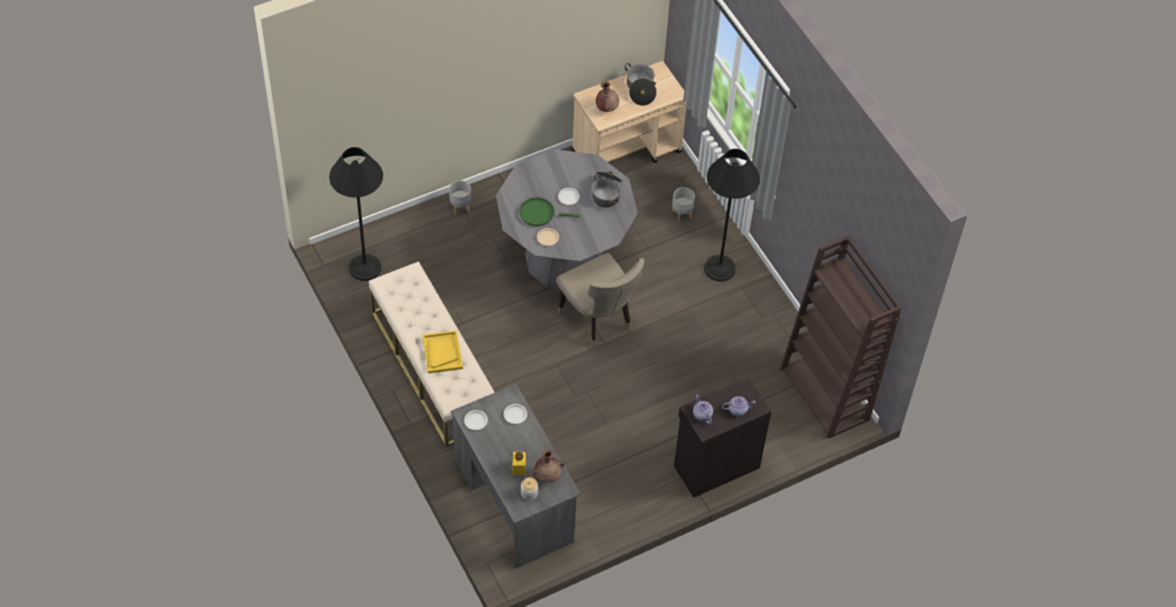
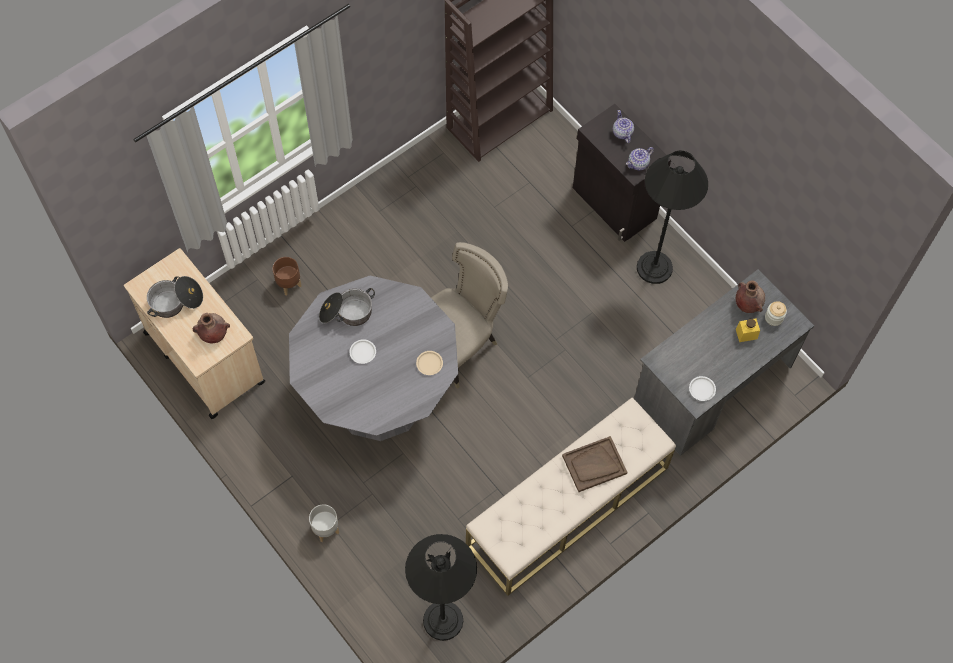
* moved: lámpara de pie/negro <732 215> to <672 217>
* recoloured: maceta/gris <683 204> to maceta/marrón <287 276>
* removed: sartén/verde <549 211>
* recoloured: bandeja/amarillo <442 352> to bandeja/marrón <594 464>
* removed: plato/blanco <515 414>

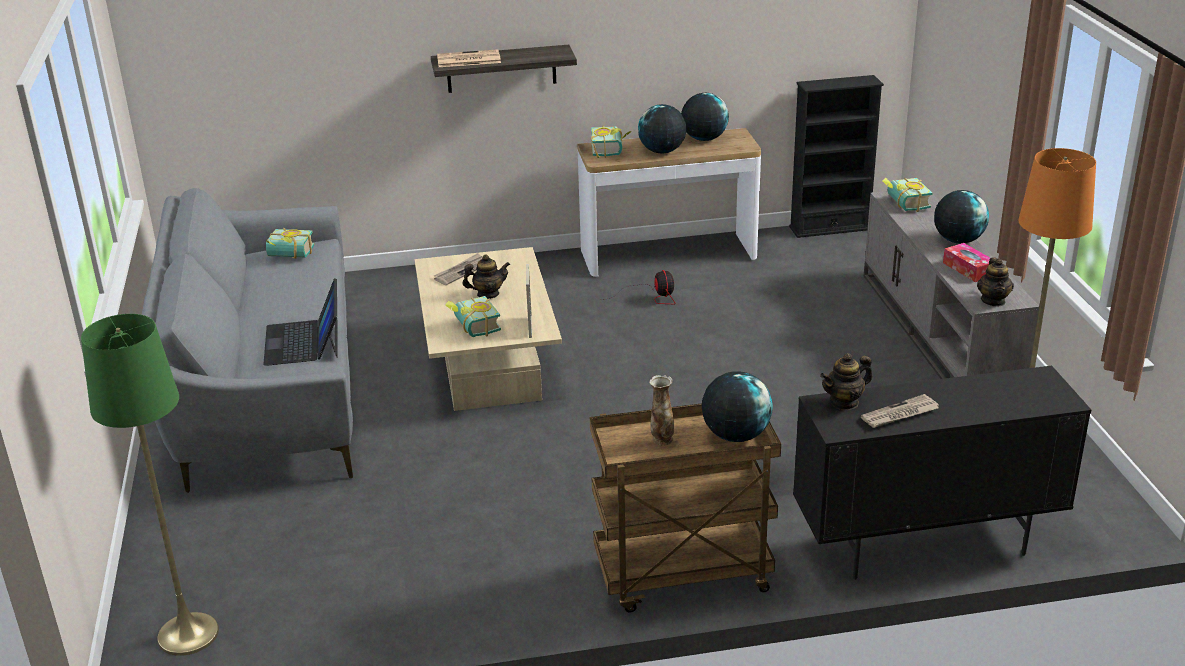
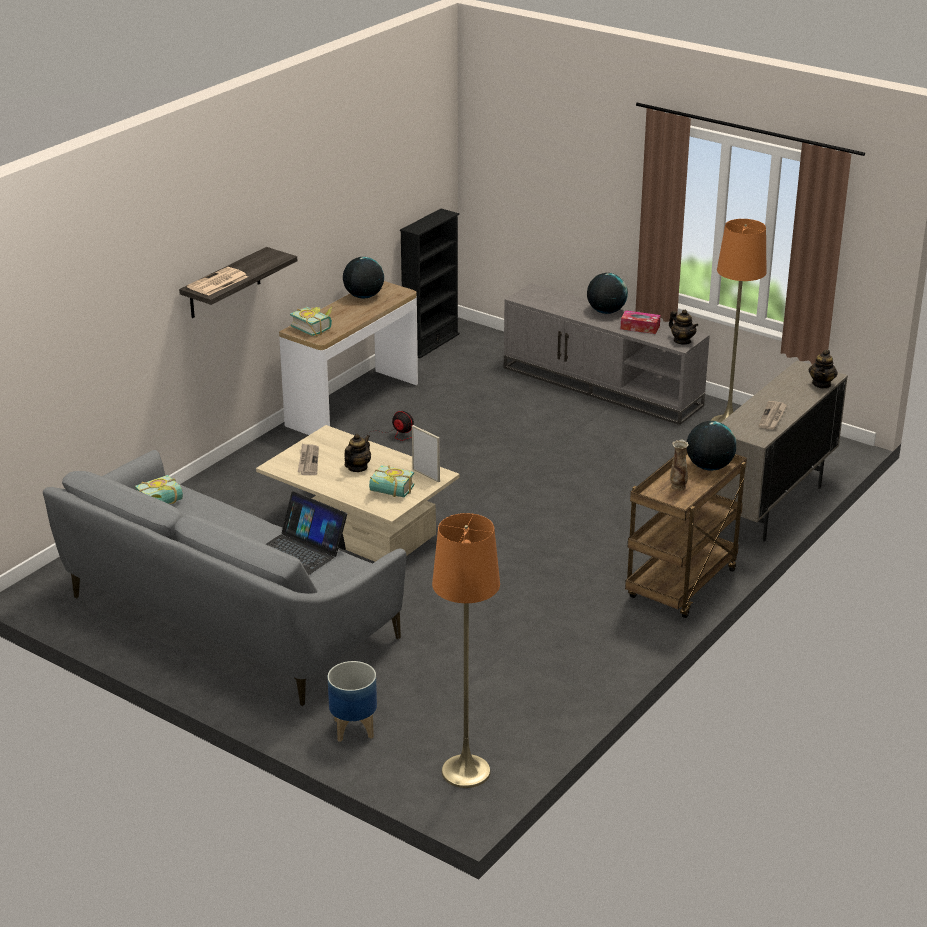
* removed: globo terráqueo <662 128>
* removed: libro <907 195>
* recoloured: lámpara de pie/verde <150 485> to lámpara de pie/naranja <466 650>
* moved: tetera <846 381> to <823 369>
* recoloured: armario/negro <942 473> to armario/beis <782 451>
* added: maceta <352 701>

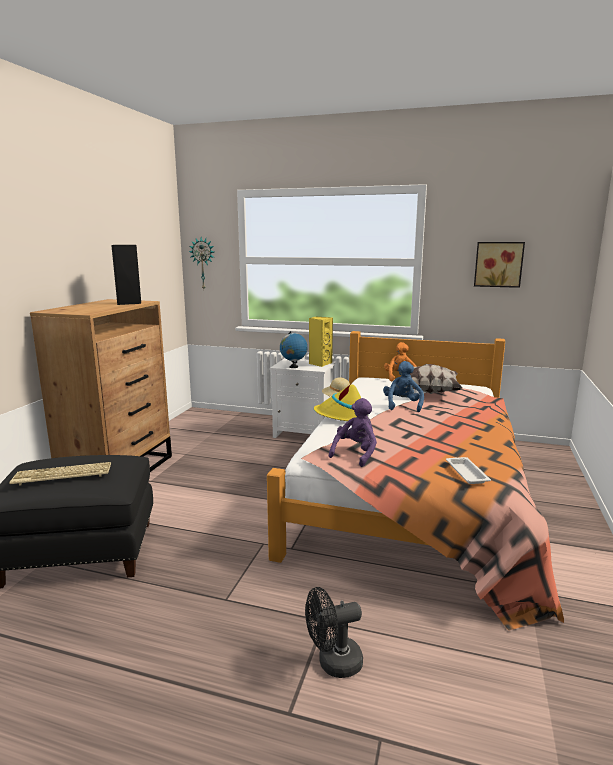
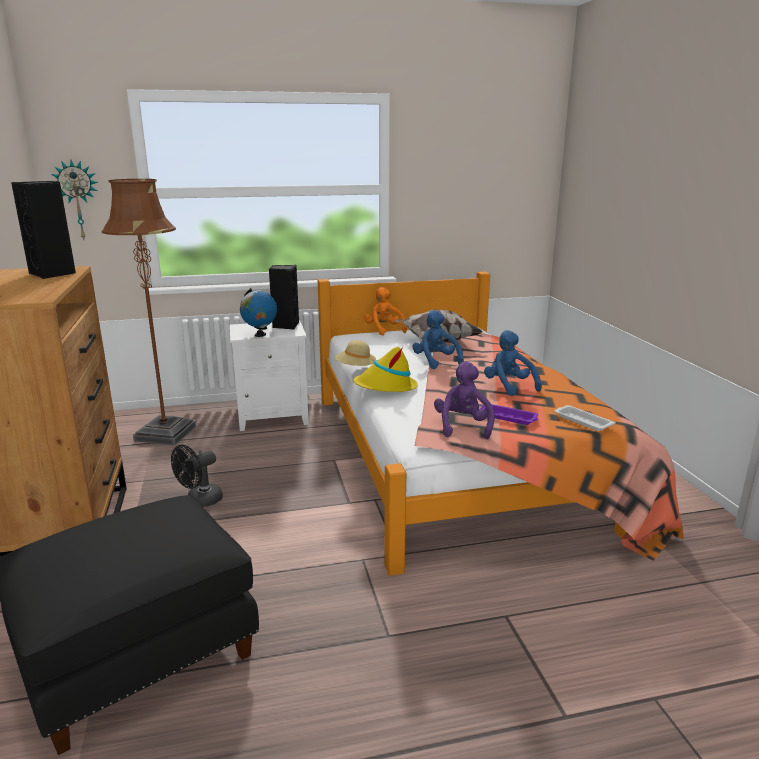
* removed: cuadro <499 265>
* recoloured: altavoz/amarillo <321 342> to altavoz/negro <284 297>
* removed: teclado <60 474>
* moved: ventilador/negro <334 632> to <197 476>
* added: lámpara de pie/marrón <149 312>
* added: peluche/azul <513 363>
* added: bandeja/morado <509 414>

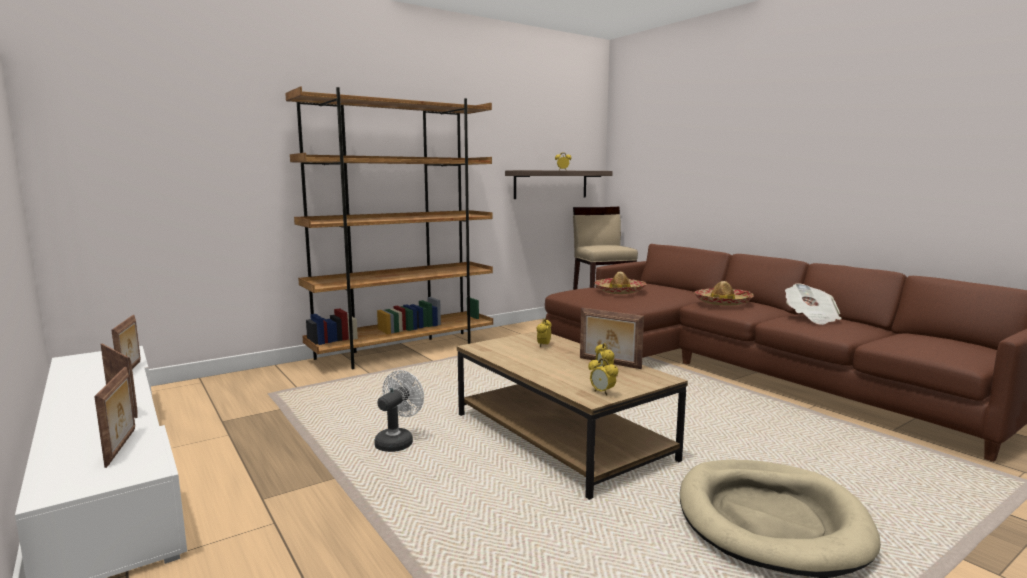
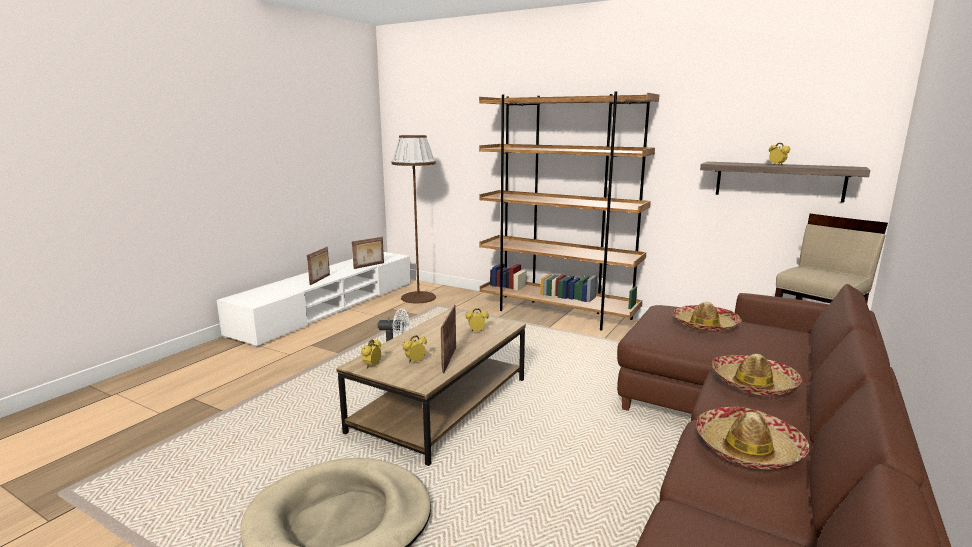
* replaced: periódico <813 304> to sombrero <752 438>
* removed: portarretratos <114 417>
* added: lámpara de pie/marrón <414 219>

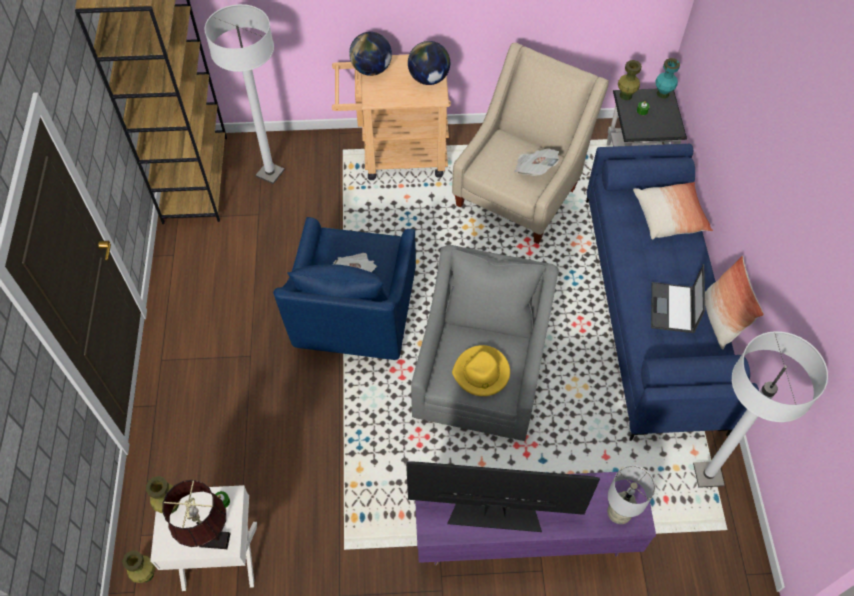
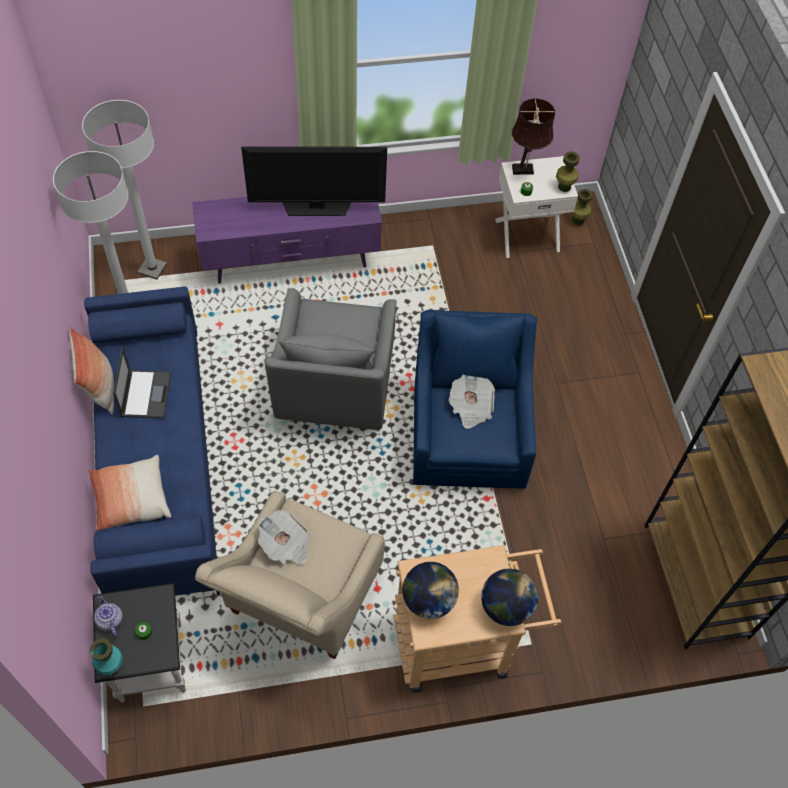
* moved: lámpara de pie/blanco <244 94> to <124 190>
* removed: florero/verde <630 80>
* removed: sombrero/amarillo <481 370>
* removed: lámpara de mesa/gris <631 494>
* added: tetera <108 615>

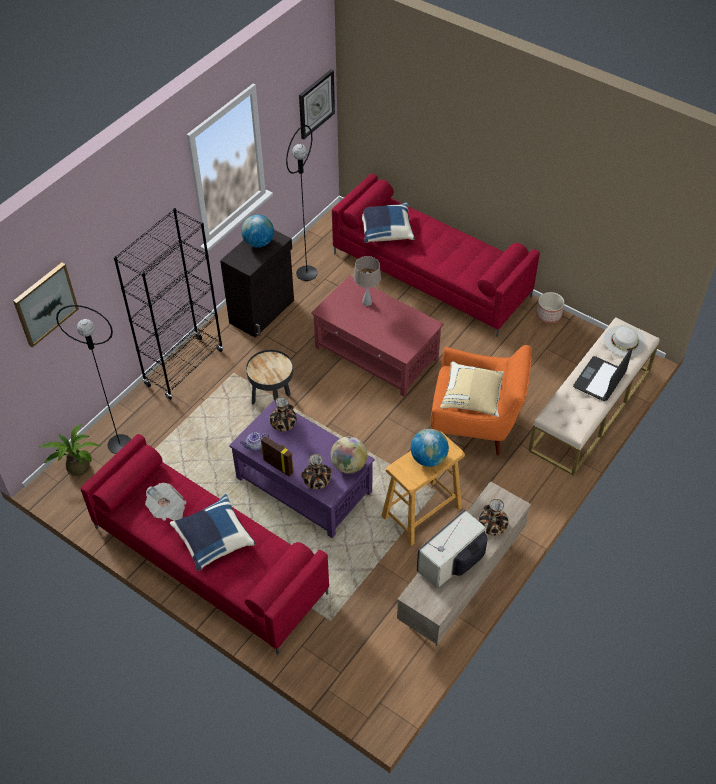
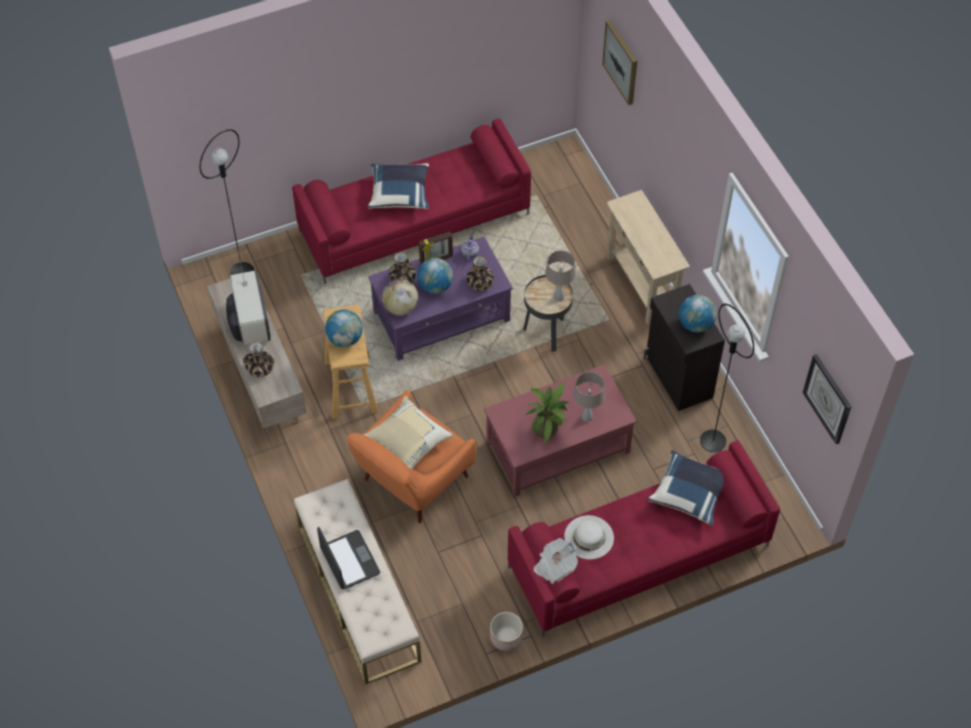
* replaced: estantería/negro <168 304> to mesa consola/beis <648 257>
* moved: lámpara de pie/negro <93 379> to <226 202>
* moved: sombrero/blanco <625 341> to <589 537>
* moved: planta en maceta <71 450> to <547 413>
* moved: periódico <165 502> to <556 561>
* added: lámpara de mesa/beis <560 275>
* added: globo terráqueo <435 276>

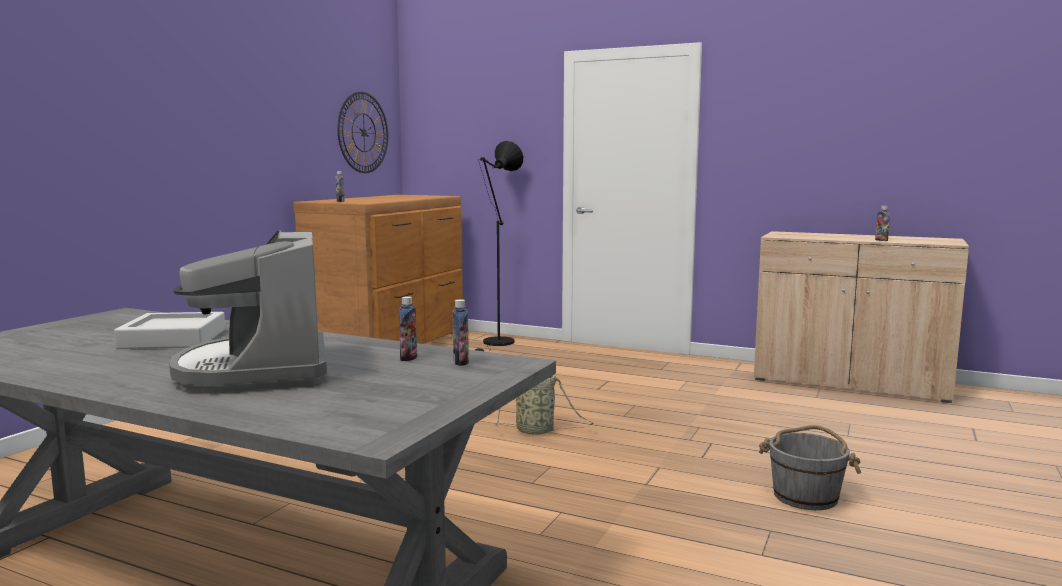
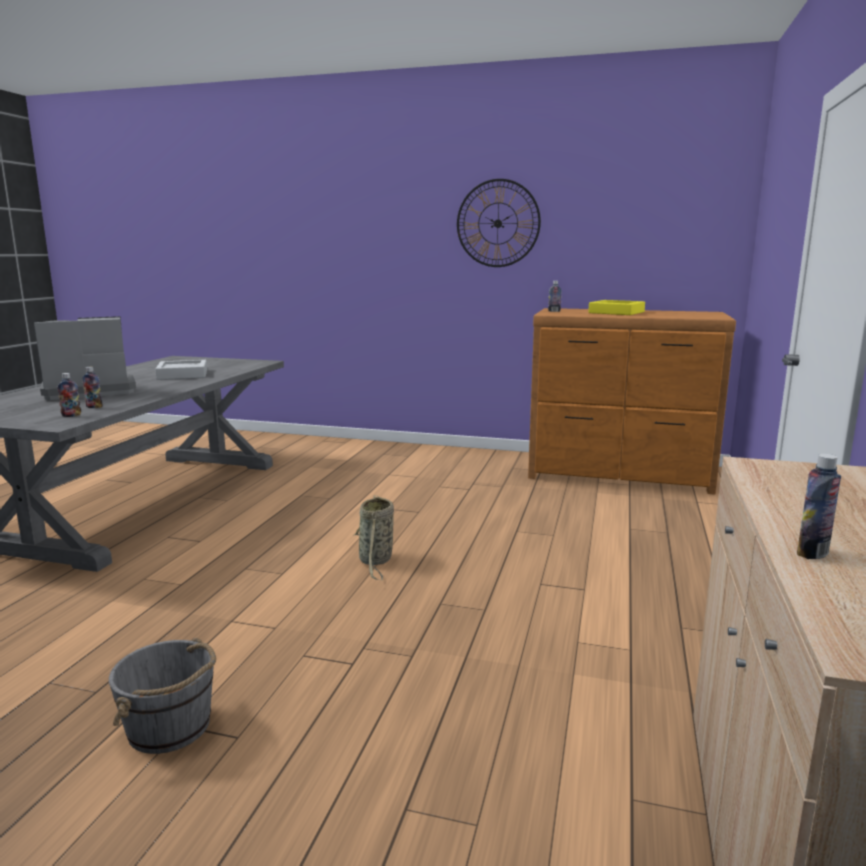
* moved: reloj de pared <363 132> to <499 223>
* removed: lámpara de pie/negro <499 246>
* added: bandeja/amarillo <616 307>

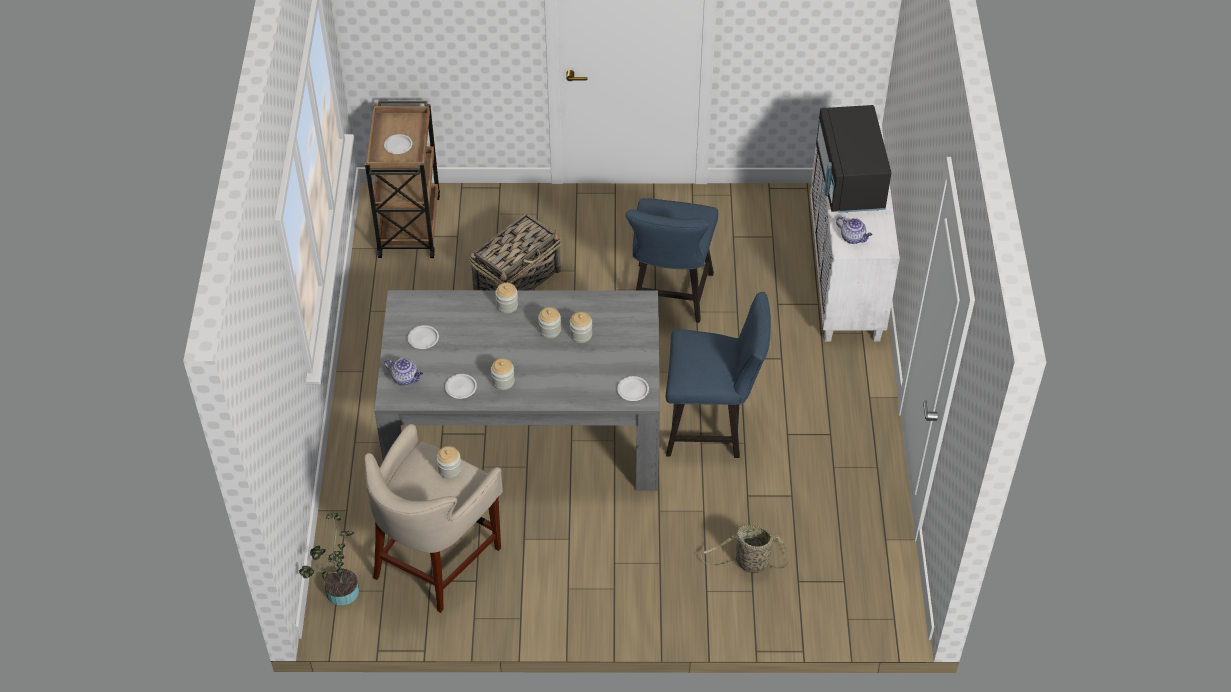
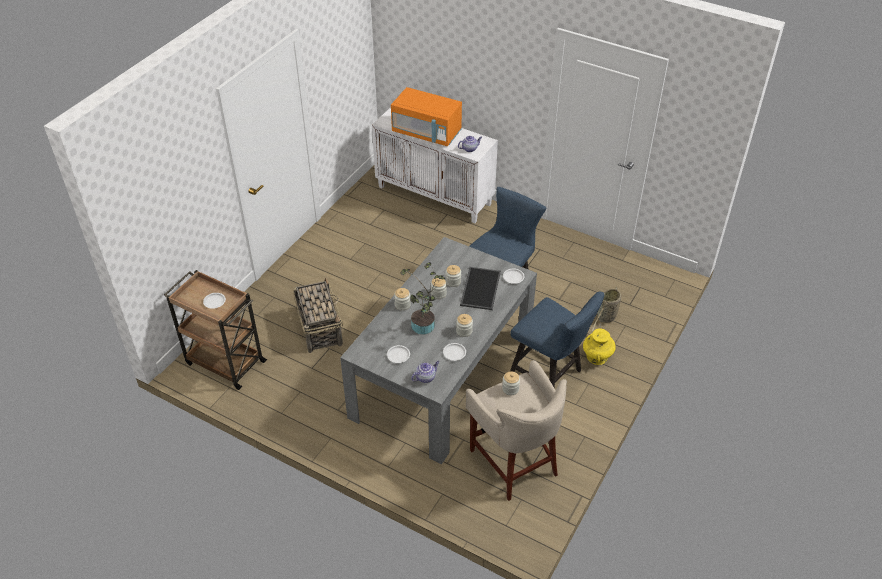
* recoloured: microondas/negro <853 159> to microondas/naranja <426 116>
* moved: silla/azul <672 260> to <557 339>
* moved: planta en maceta <329 559> to <422 298>
* added: bandeja <480 288>
* added: florero/amarillo <599 346>

